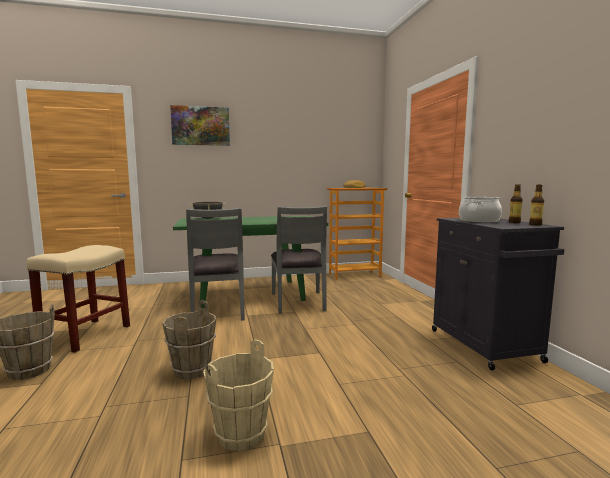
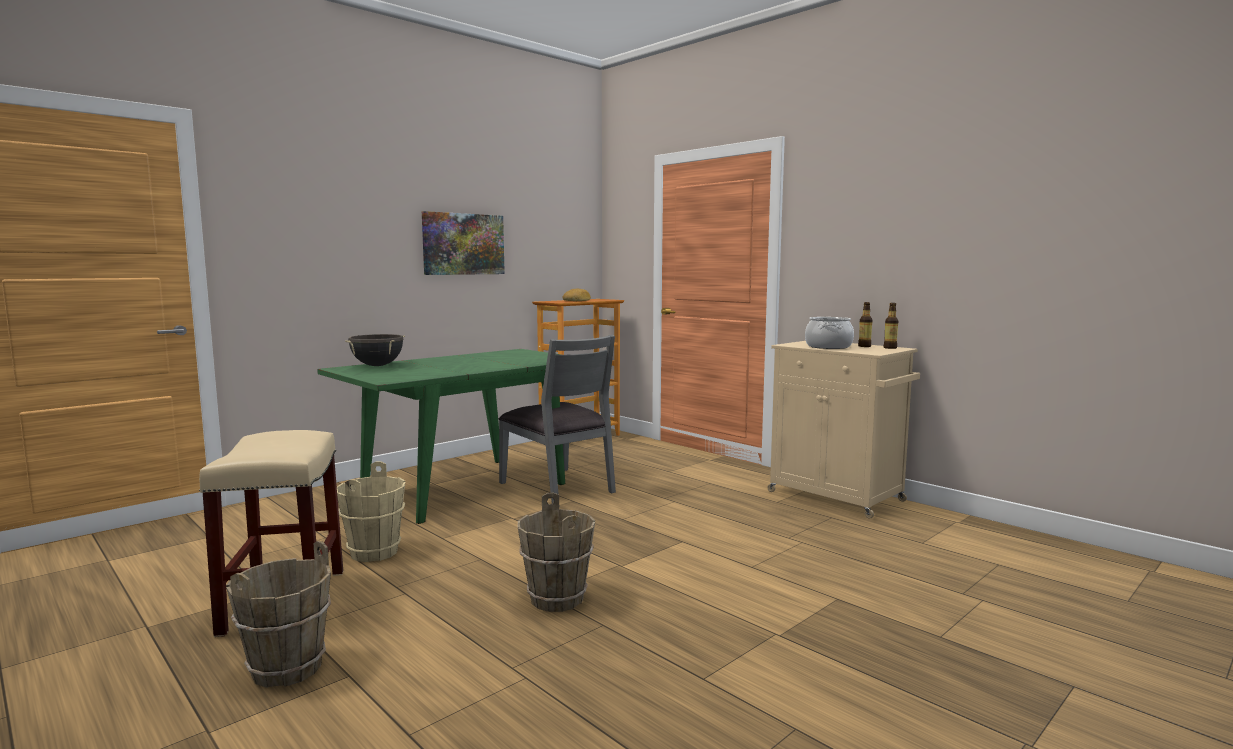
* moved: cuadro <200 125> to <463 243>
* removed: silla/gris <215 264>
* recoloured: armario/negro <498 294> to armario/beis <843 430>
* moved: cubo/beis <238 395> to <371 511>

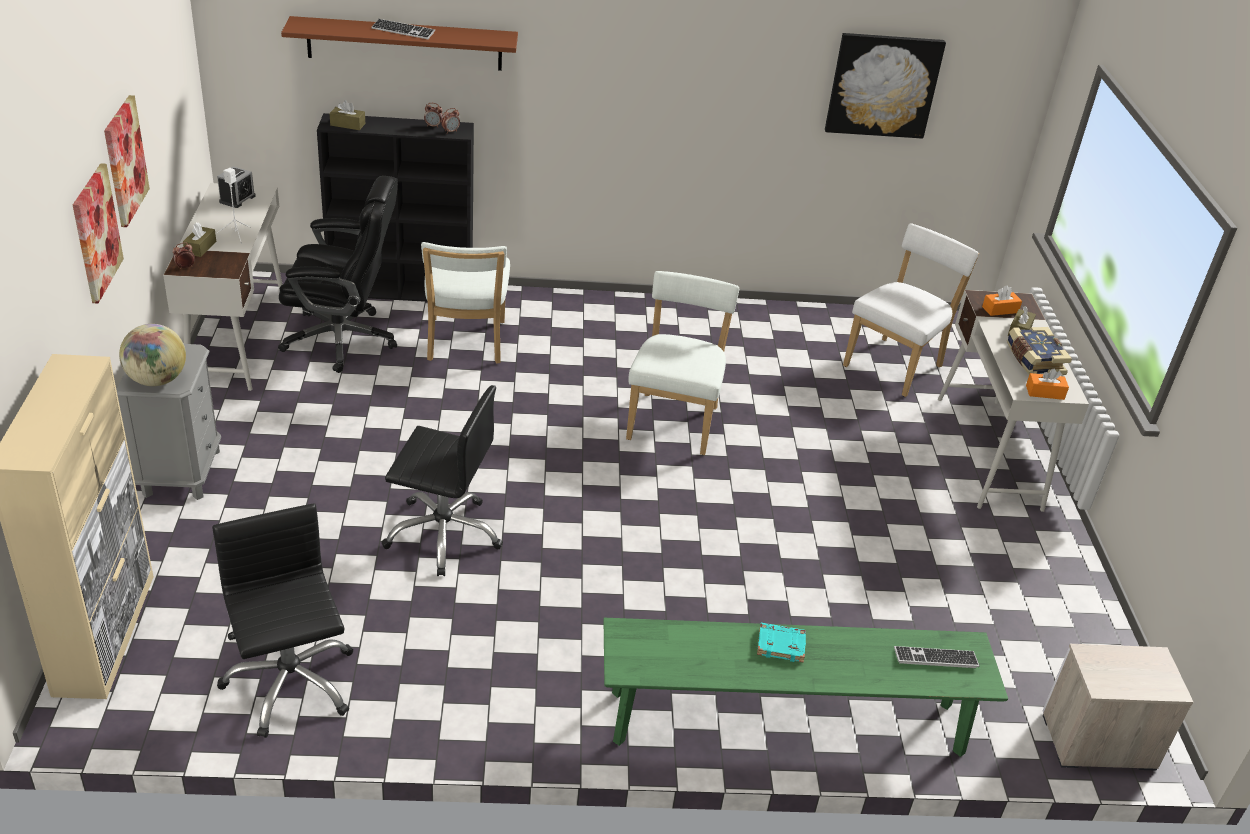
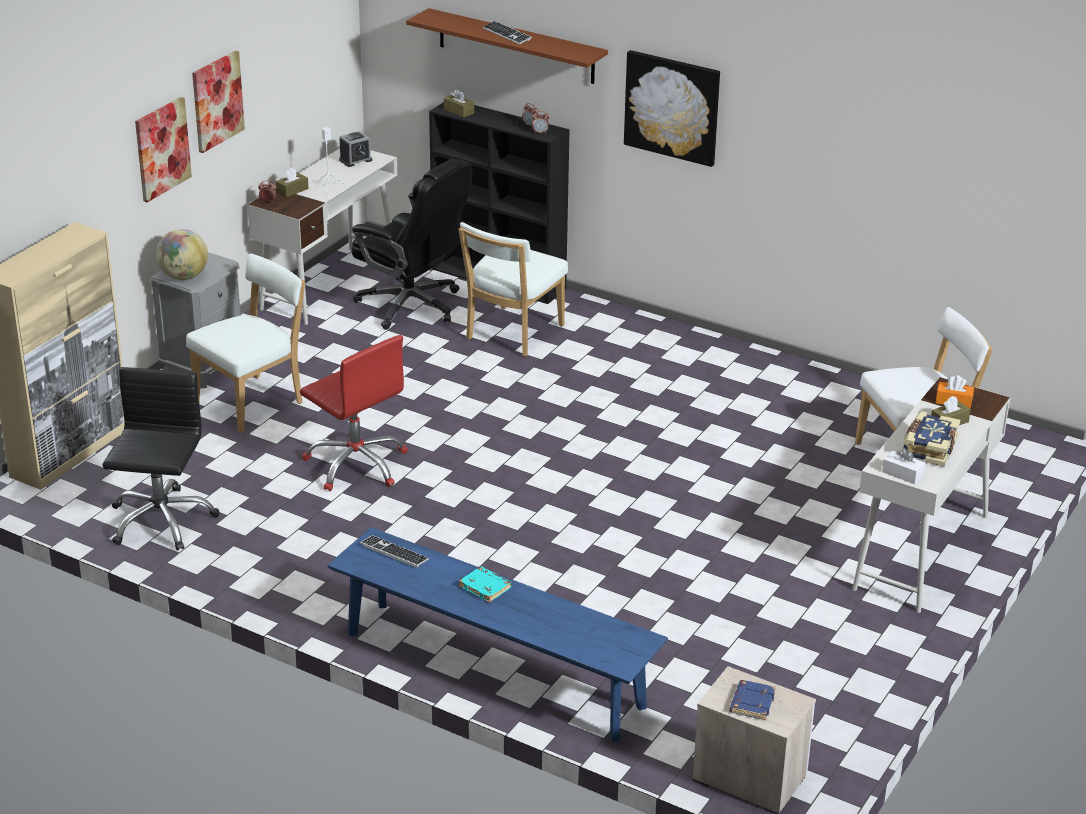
* moved: cuadro <885 86> to <672 108>
* moved: silla/blanco <682 363> to <245 343>
* recoloured: caja de pañuelos/naranja <1047 384> to caja de pañuelos/blanco <903 466>
* recoloured: silla de oficina/negro <442 480> to silla de oficina/rojo <354 413>
* recoloured: banco/verde <806 687> to banco/azul <497 634>
* moved: teclado <937 657> to <394 551>
* added: libro/azul <753 700>

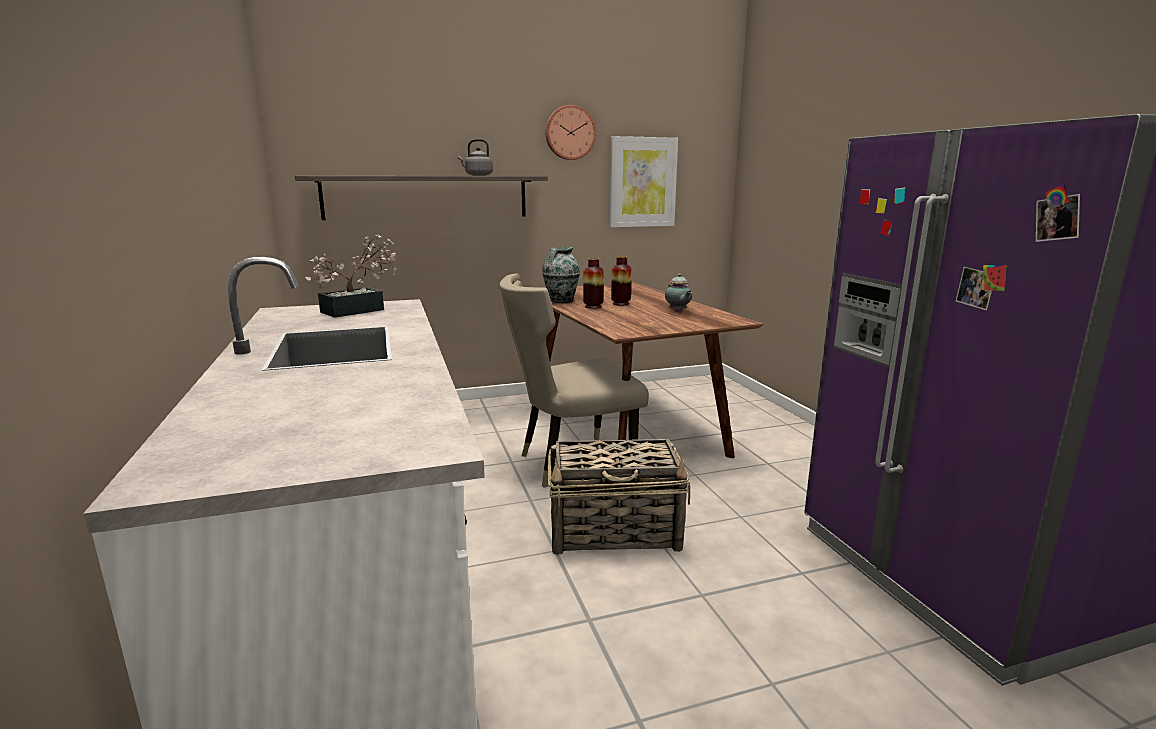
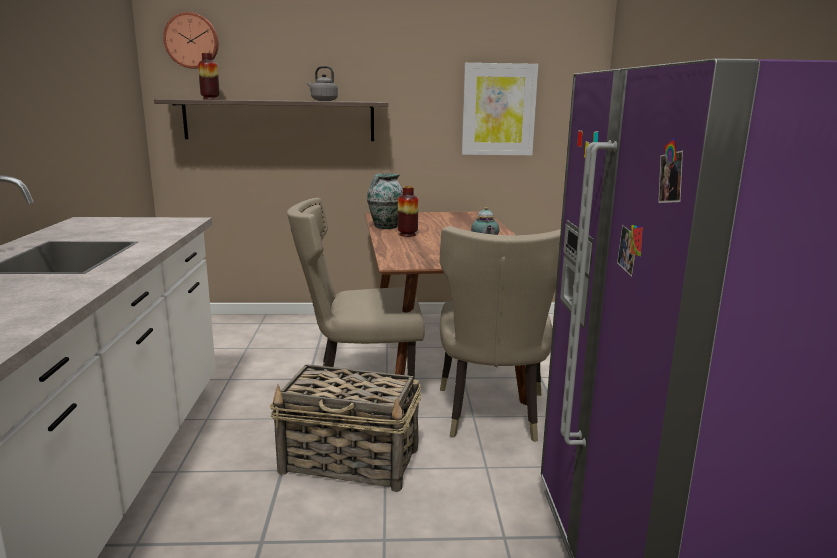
* moved: reloj de pared <570 132> to <191 40>
* removed: planta en maceta <351 276>
* moved: florero <621 281> to <209 76>
* added: silla/beis <500 334>

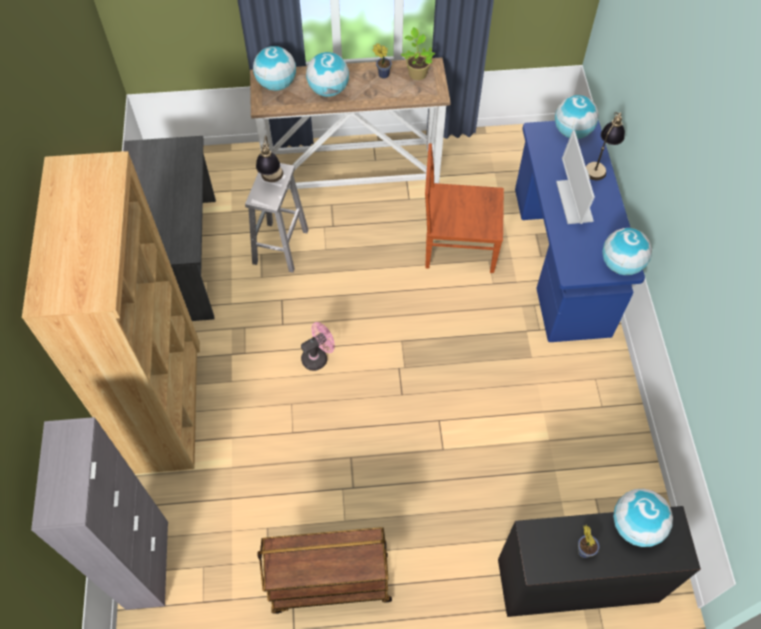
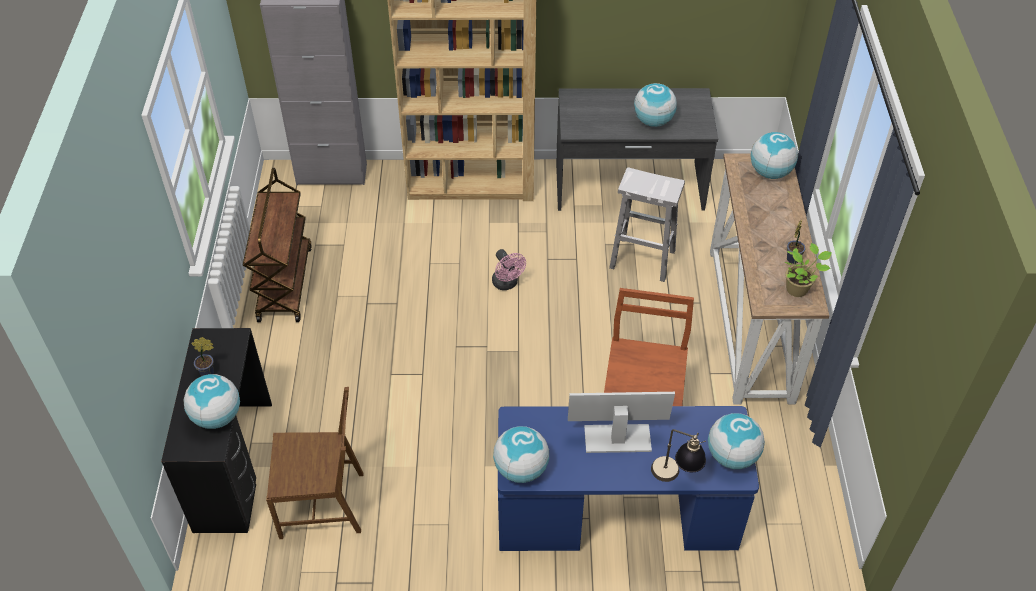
* moved: globo terráqueo <327 74> to <655 105>
* removed: lámpara de mesa <269 158>
* added: silla/marrón <314 463>

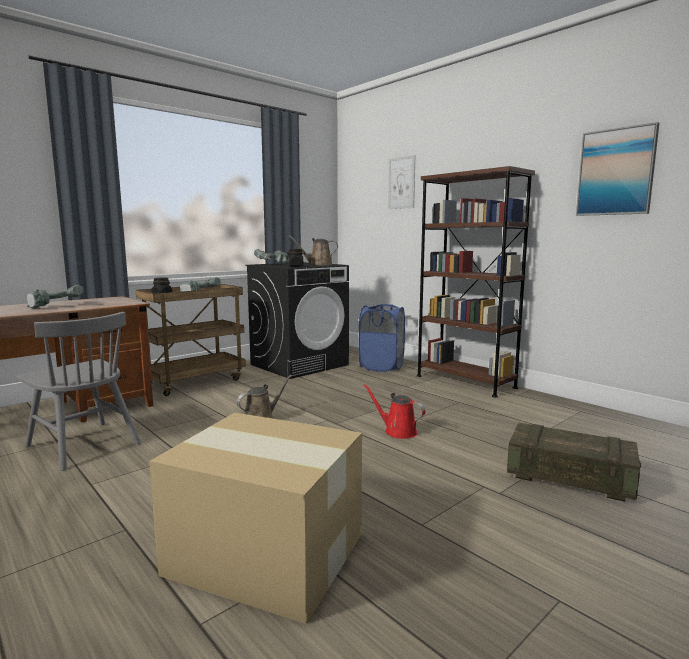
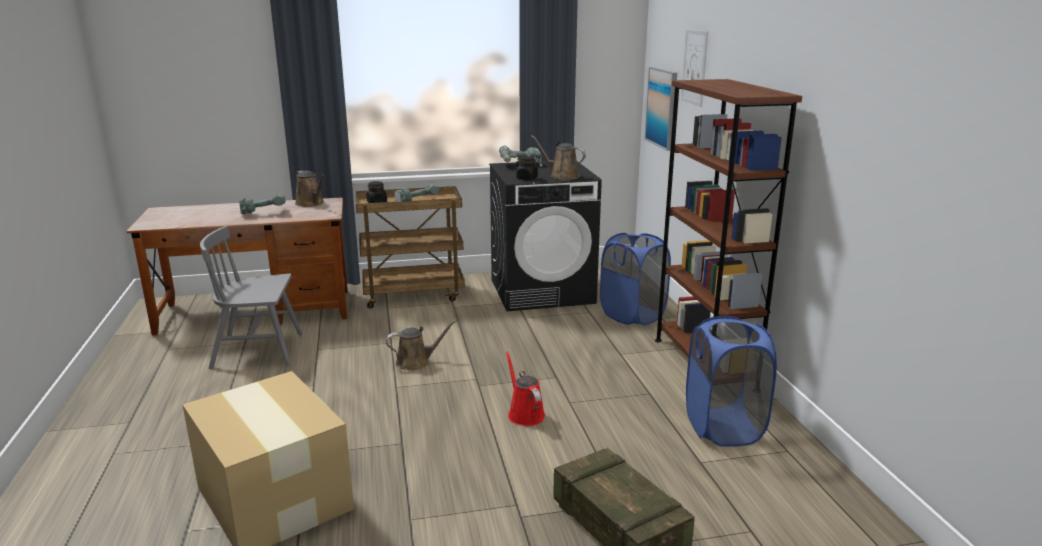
* moved: cuadro <617 169> to <661 109>
* turned: silla/gris <78 391> = <251 297> 105 degrees clockwise
* added: regadera/marrón <310 189>
* added: cesto de la ropa/azul <731 381>

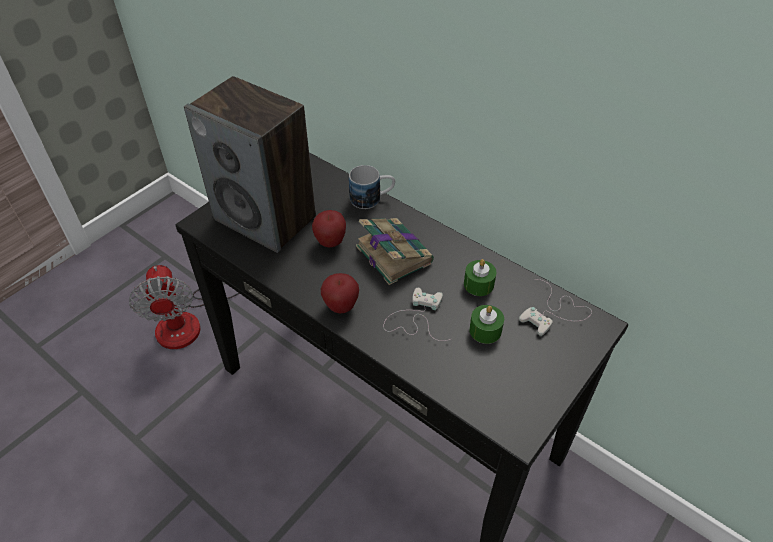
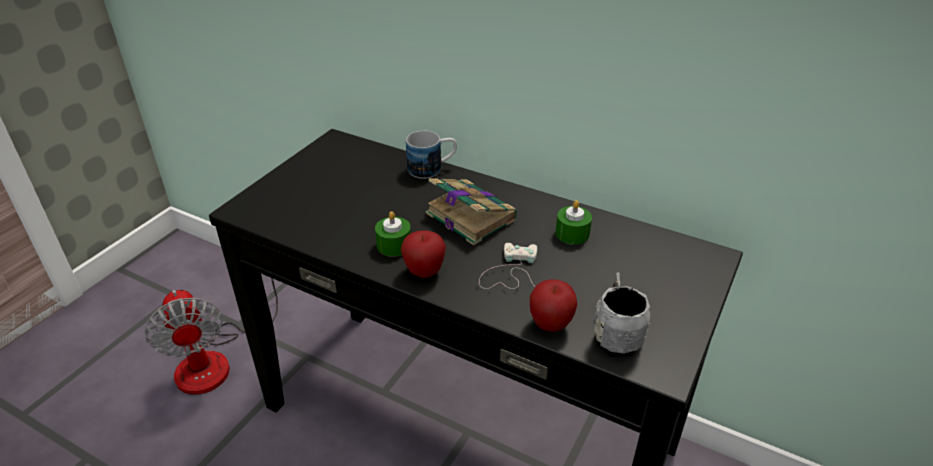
* removed: altavoz <250 164>
* moved: manzana <329 228> to <553 305>
* removed: mando de consola/blanco <555 307>
* moved: vela/verde <486 324> to <393 234>
* added: taza grande/gris <622 314>

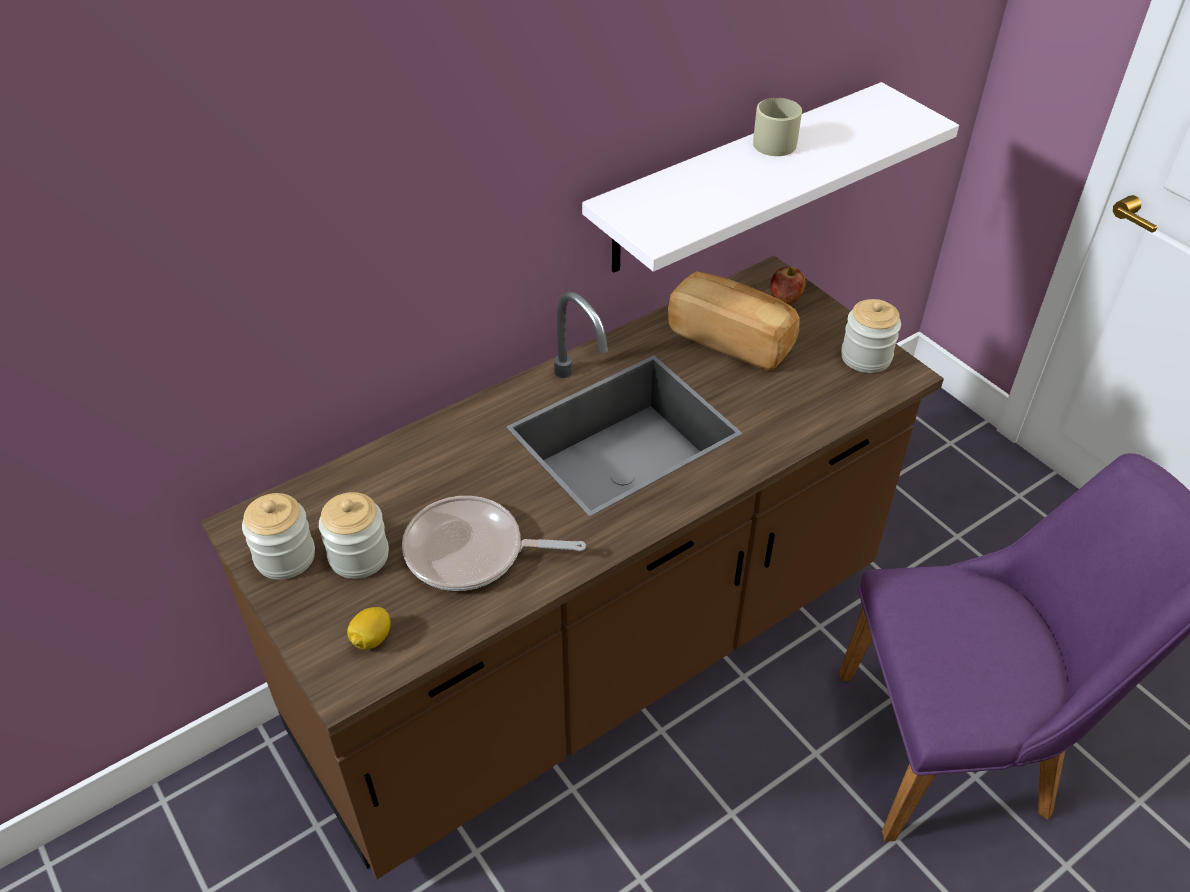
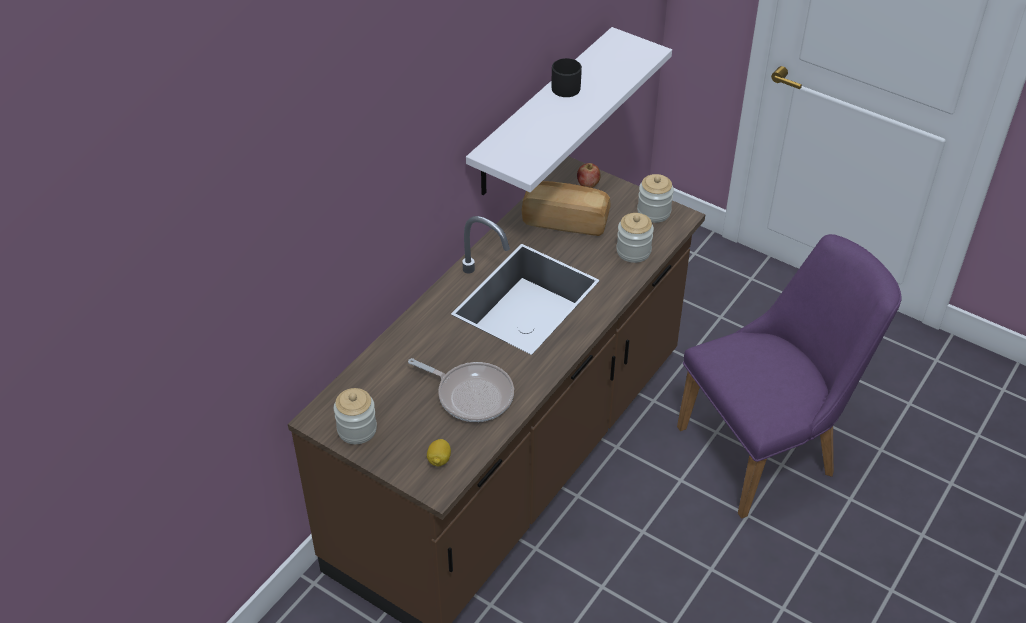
* recoloured: taza grande/beis <777 127> to taza grande/negro <566 77>
* moved: tarro <354 535> to <635 238>
* turned: sartén <494 543> = <461 390> 135 degrees counterclockwise

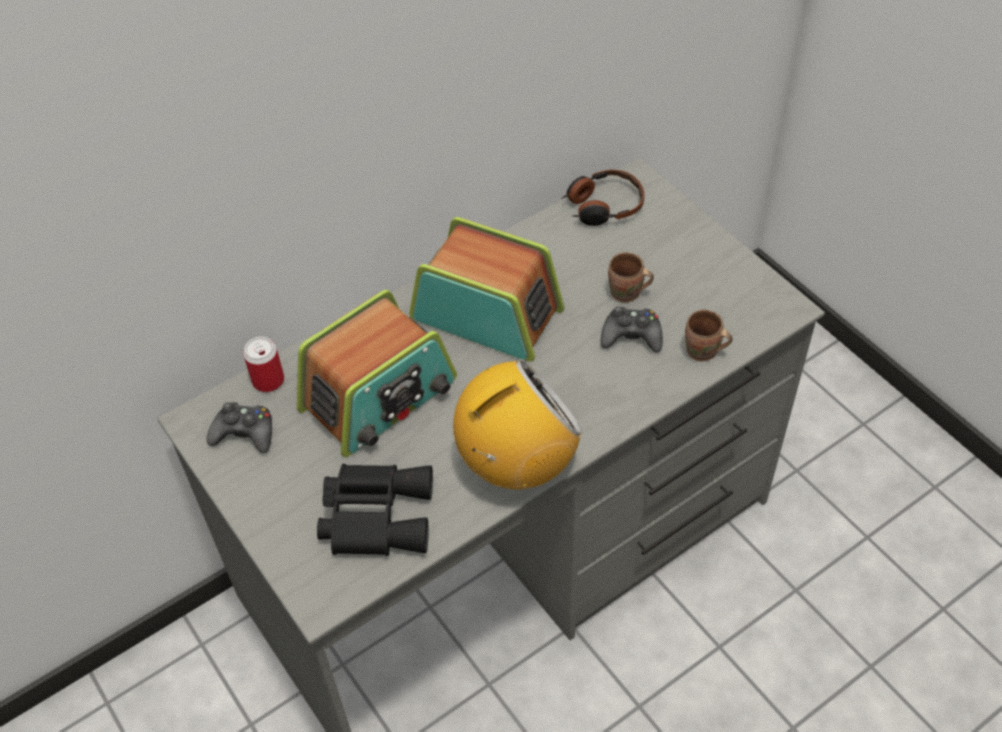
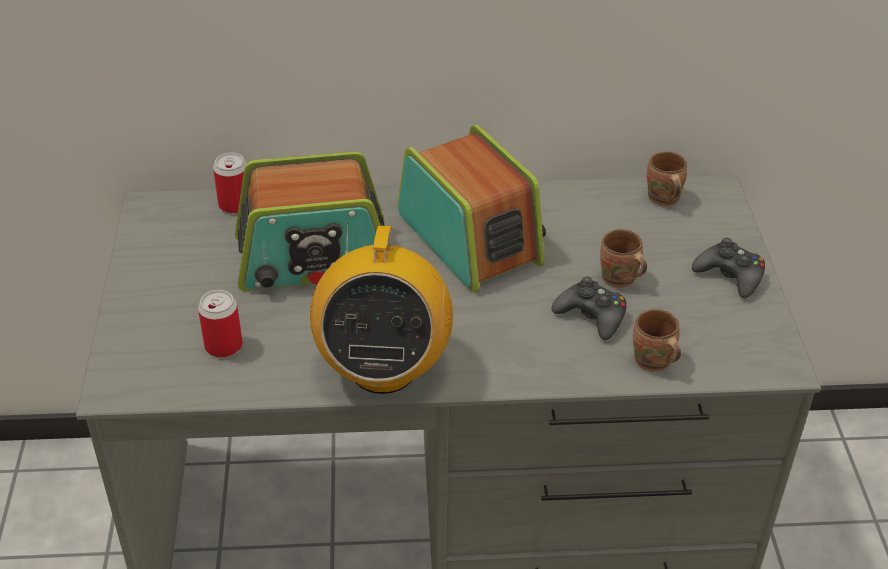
* replaced: auriculares <603 198> to taza grande/marrón <667 178>
* turned: radio <517 424> = <381 308> 90 degrees clockwise
* moved: mando de consola/negro <239 427> to <728 268>
* replaced: prismáticos/negro <375 510> to lata <220 324>

